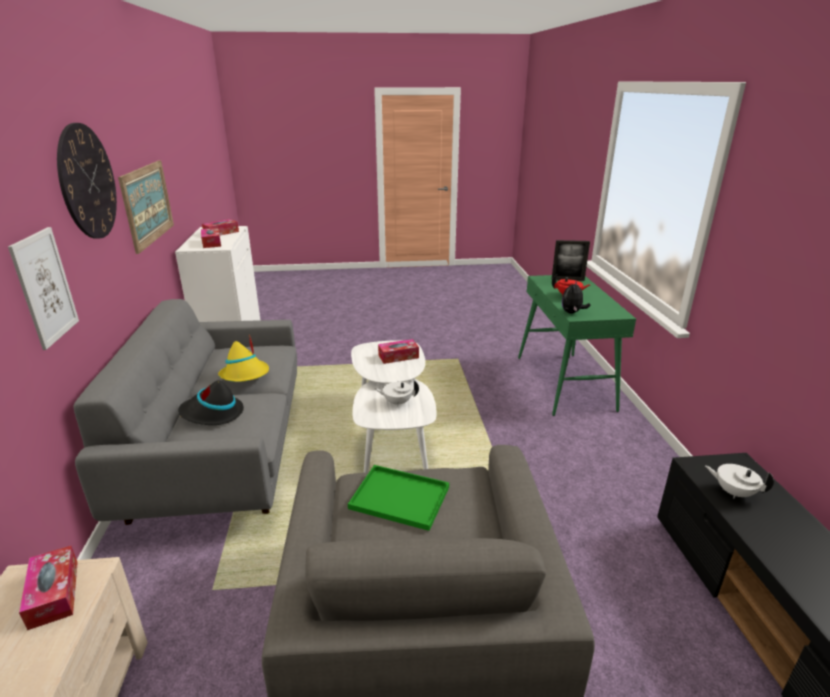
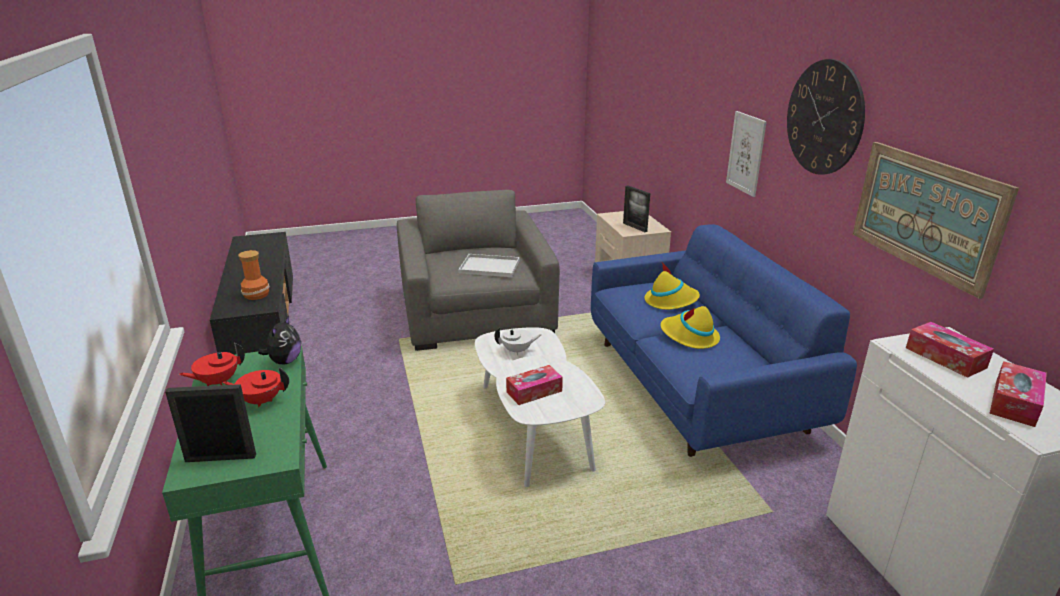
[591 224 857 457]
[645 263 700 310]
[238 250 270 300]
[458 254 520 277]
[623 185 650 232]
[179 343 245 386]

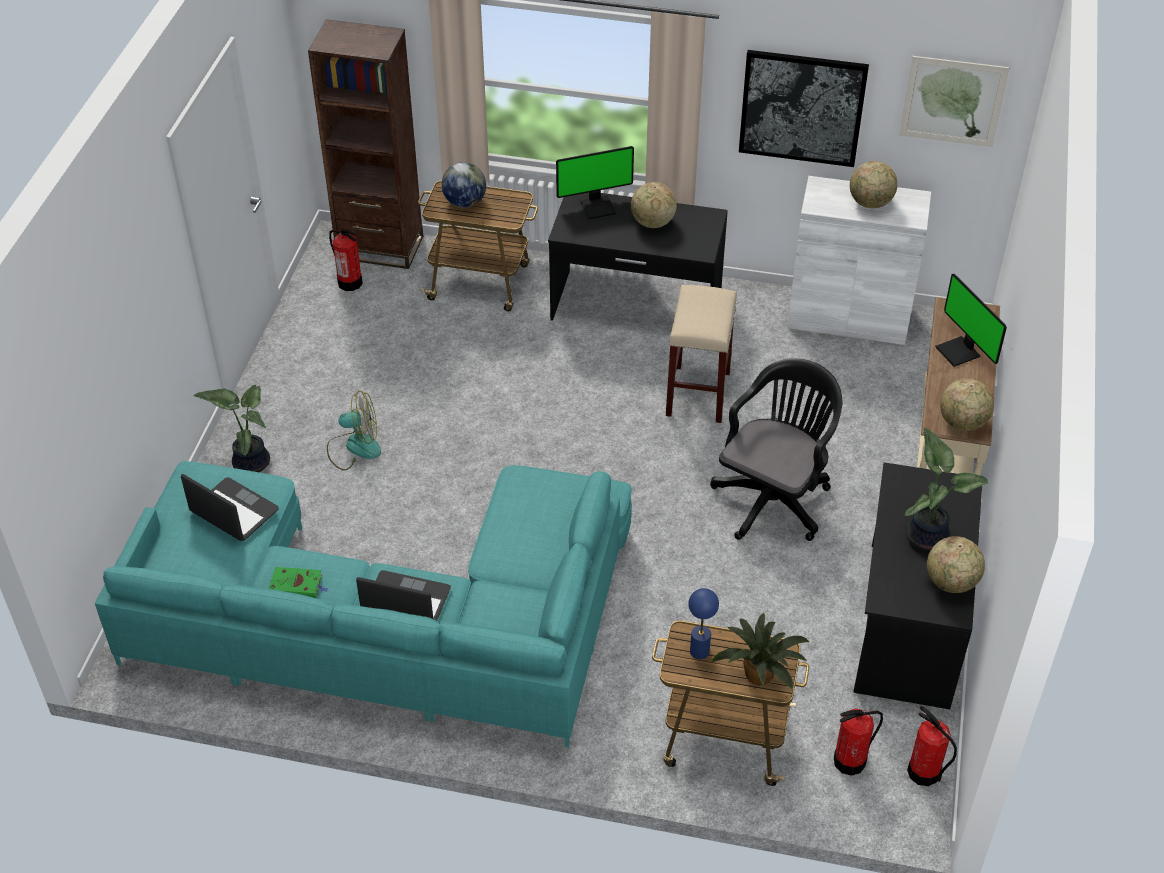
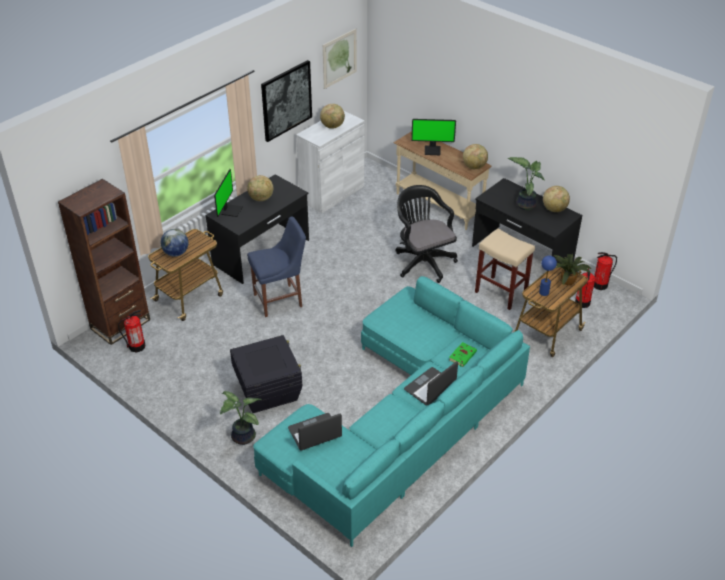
[475 229 535 310]
[230 335 302 413]
[449 342 477 367]
[247 217 306 317]

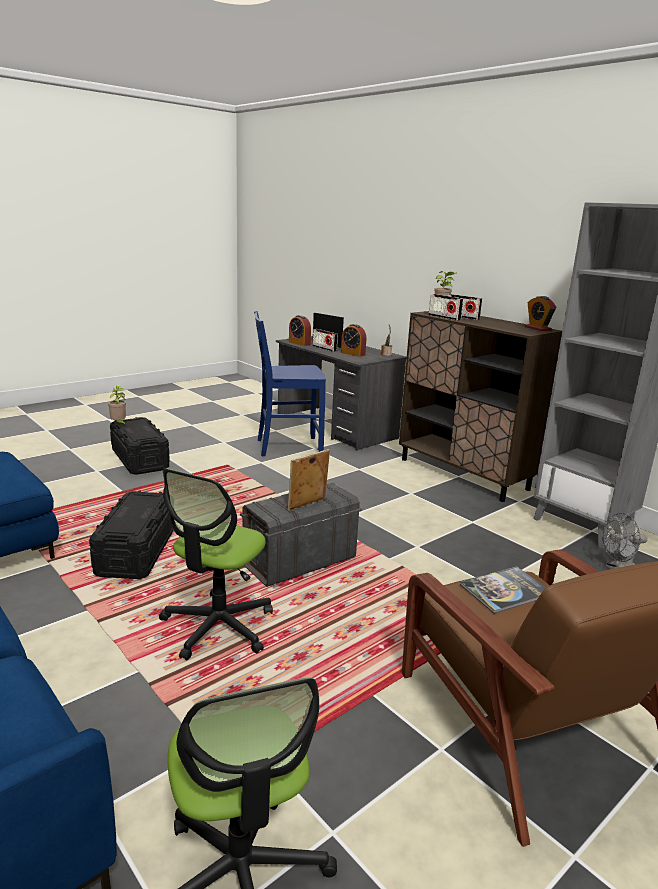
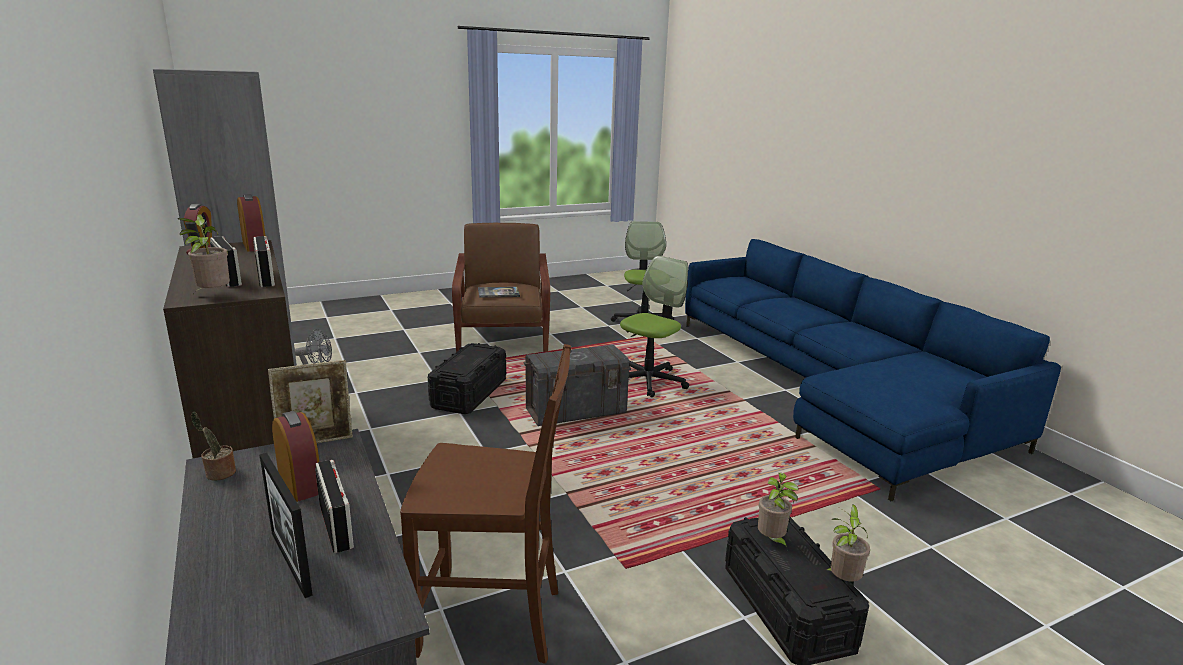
[400 344 571 663]
[237 194 265 252]
[268 360 353 443]
[428 343 506 414]
[758 473 798 551]

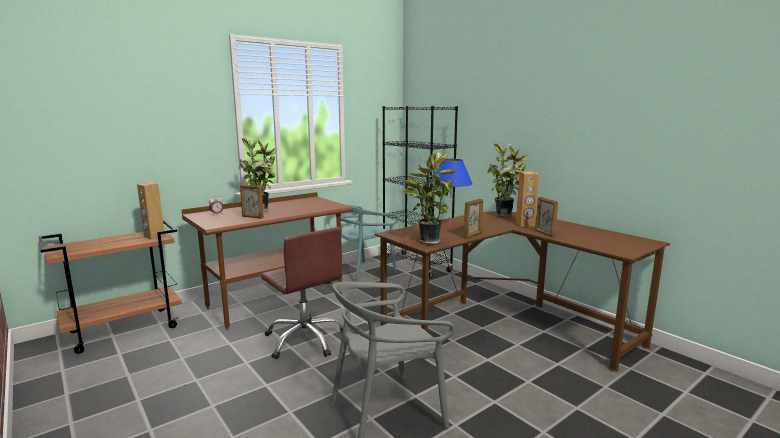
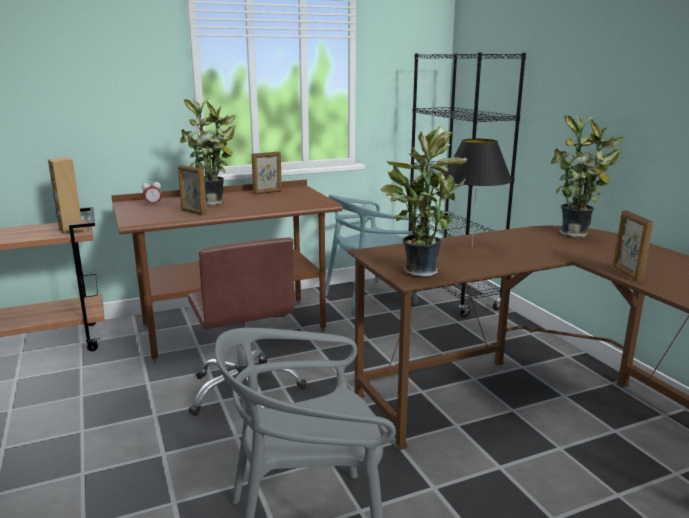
[444 139 512 246]
[516 172 539 227] (first image)
[252 152 282 194]

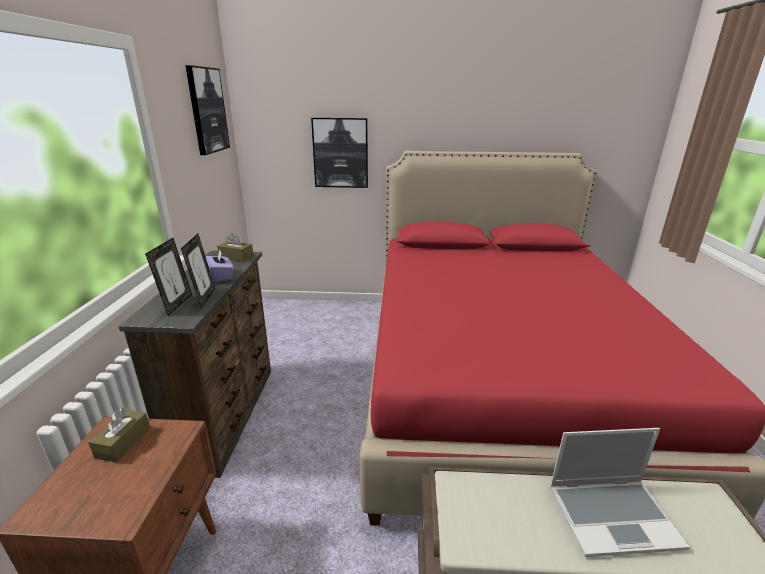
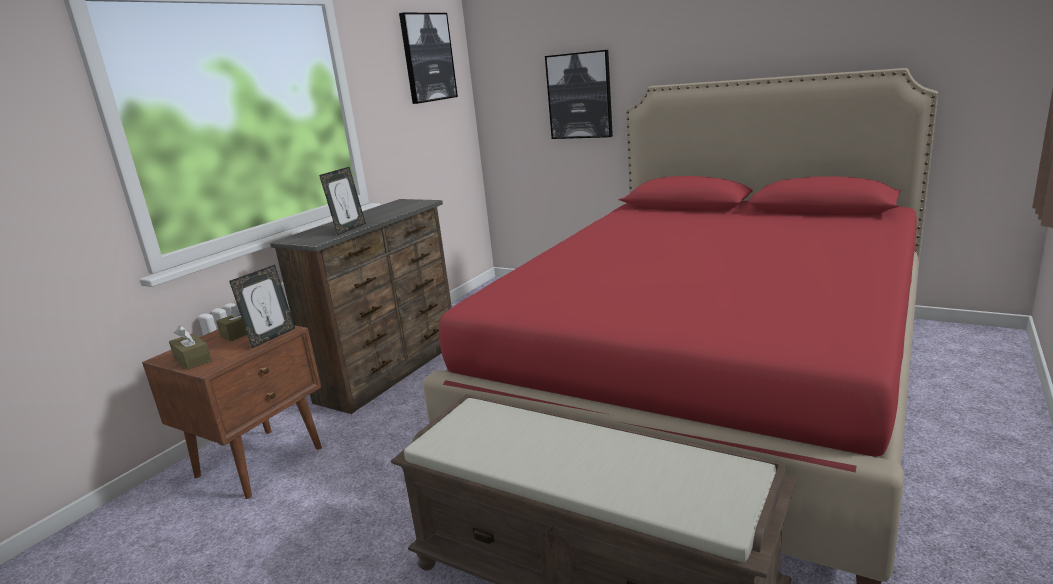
[169 325 212 370]
[229 265 295 348]
[206 250 234 283] (first image)
[550 428 690 557] (first image)

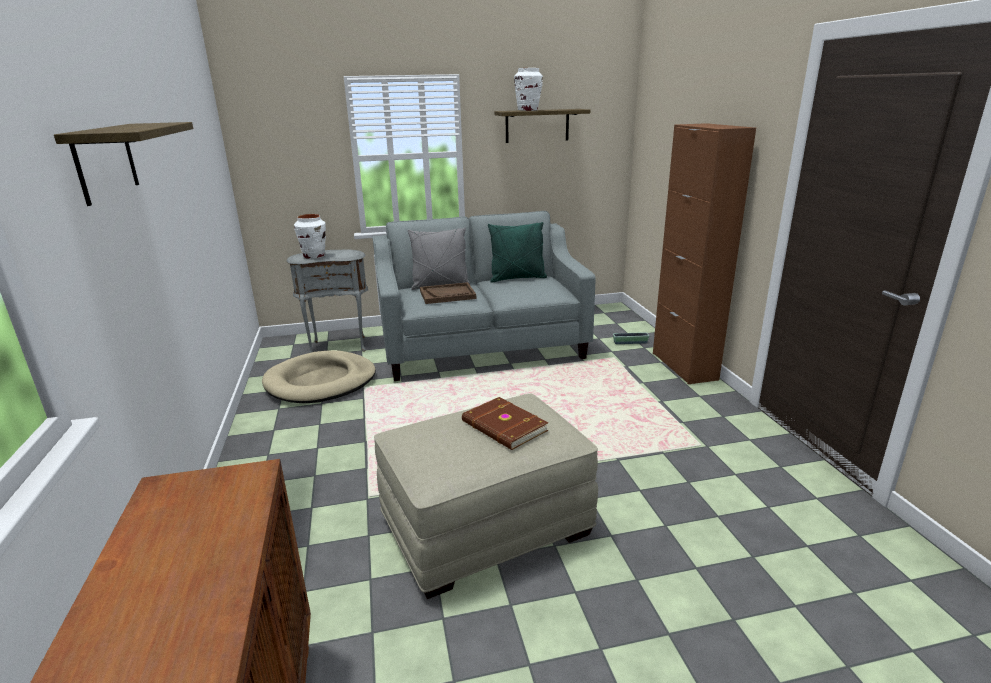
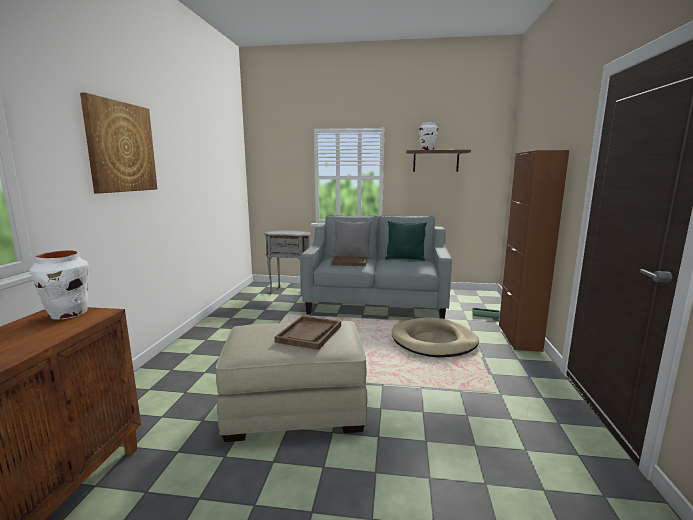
[80 93 157 193]
[29 251 89 320]
[392 317 479 357]
[275 316 341 350]

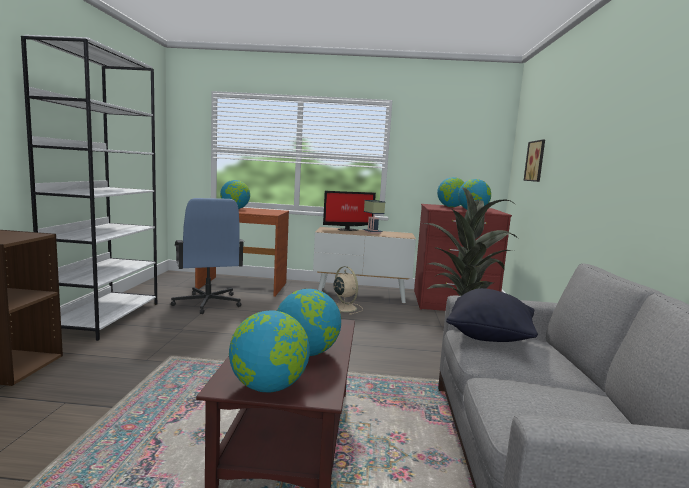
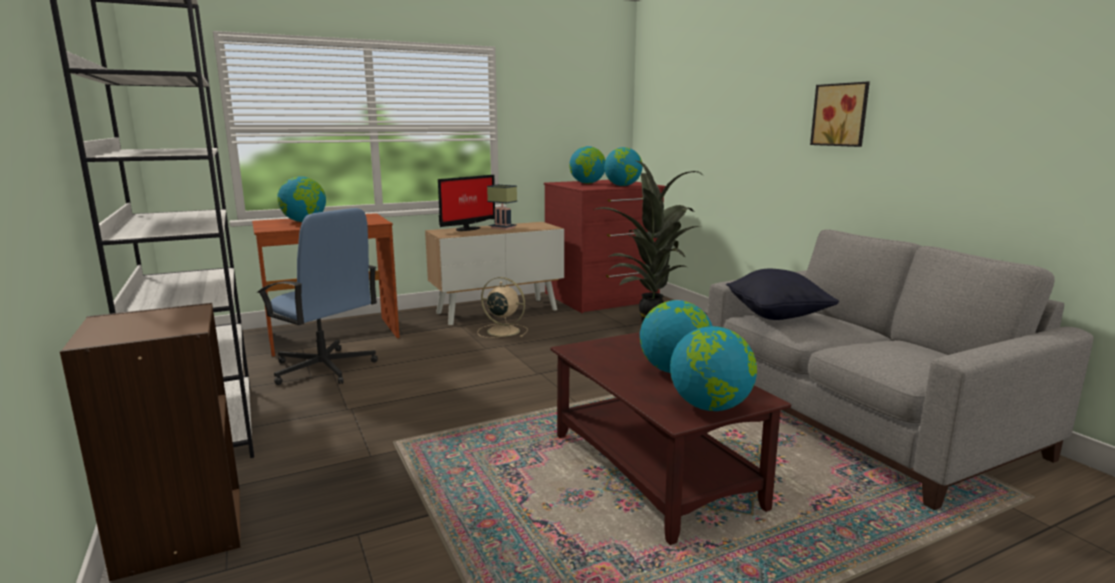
[810 82 870 147]

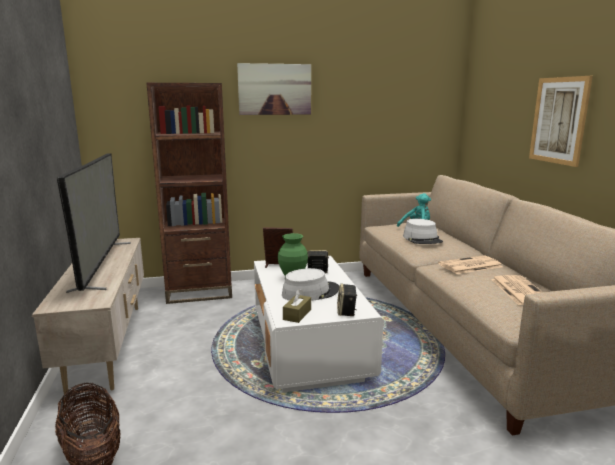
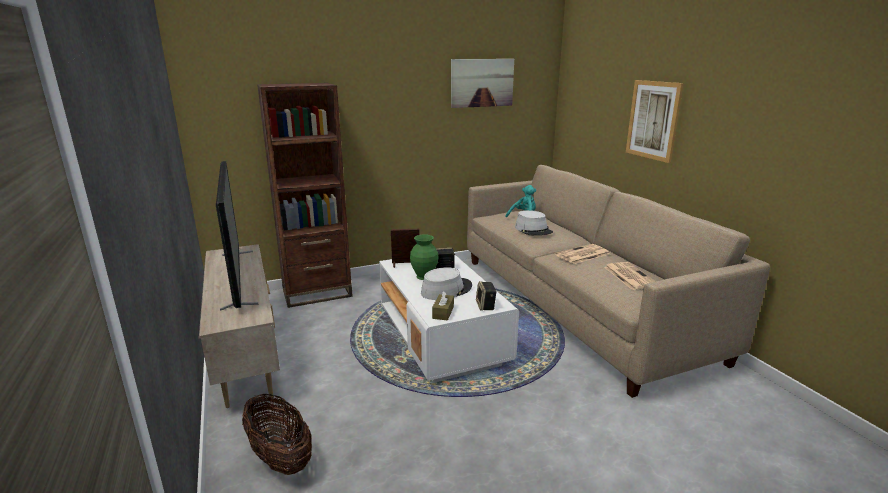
[451 59 514 108]

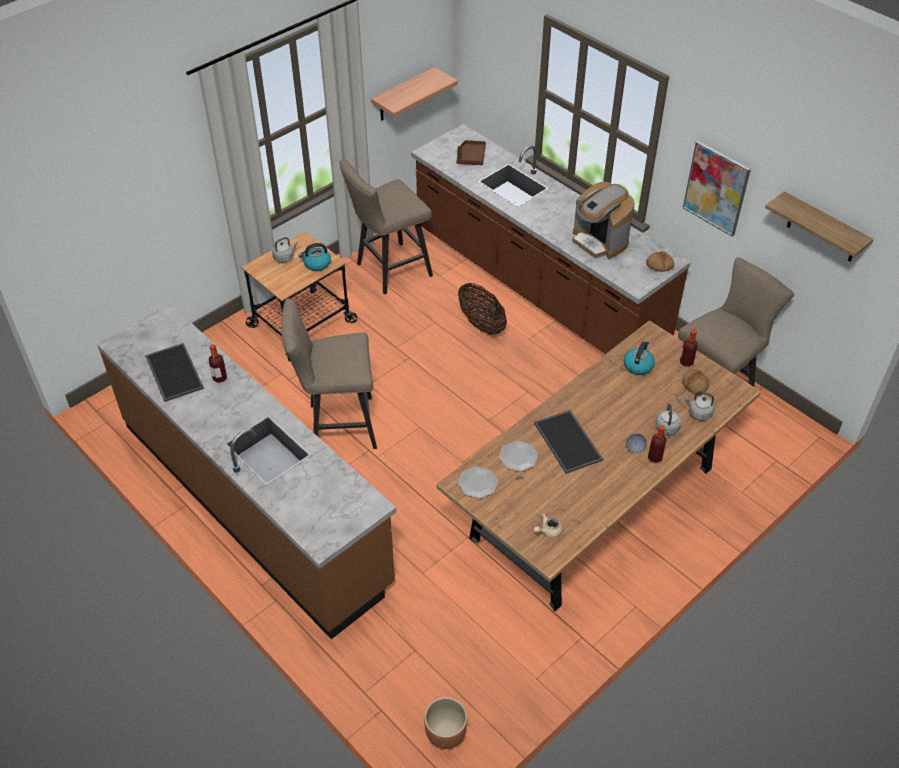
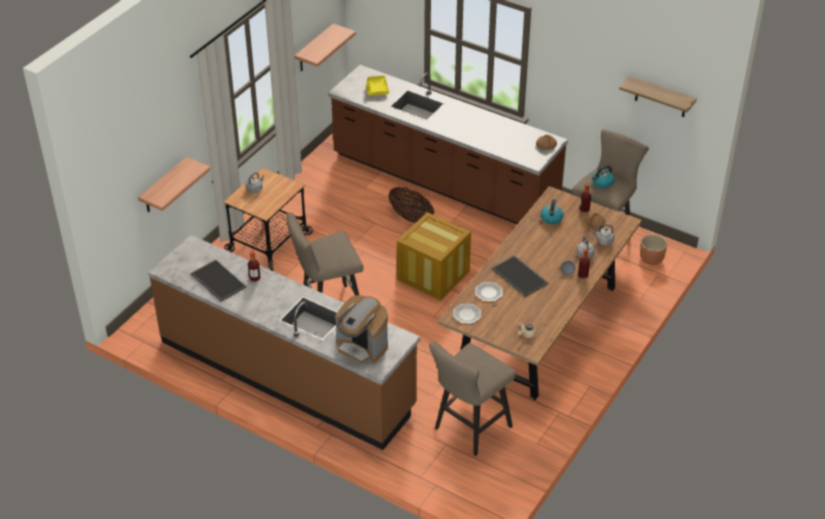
[366 75 389 96]
[683 141 751 237] (first image)
[429 342 516 456]
[335 295 388 365]
[592 165 614 188]
[640 234 667 265]
[138 157 211 213]
[397 212 471 301]

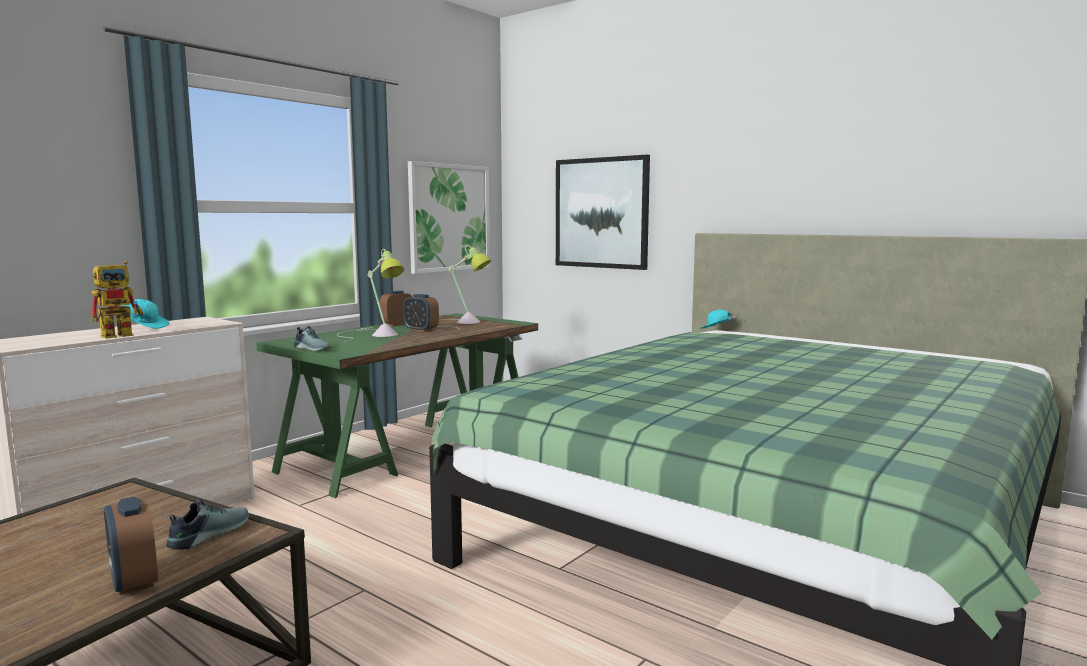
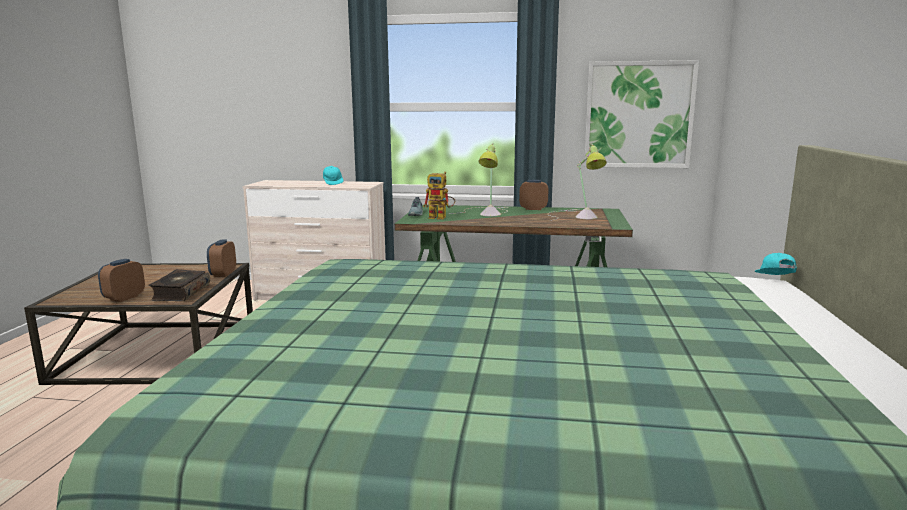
[556 155 650 270] (first image)
[423 172 455 219]
[207 239 236 277]
[149 269 210 301]

